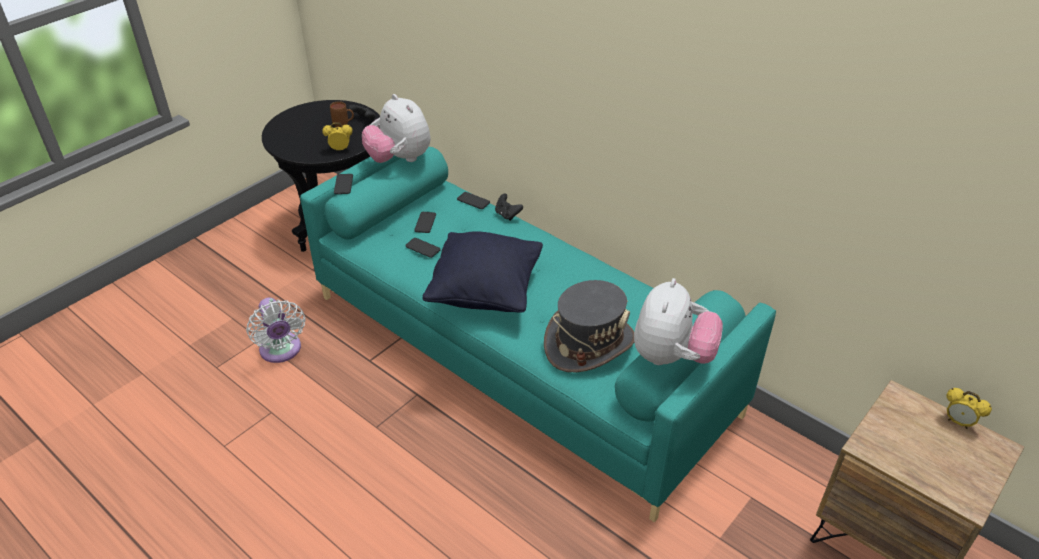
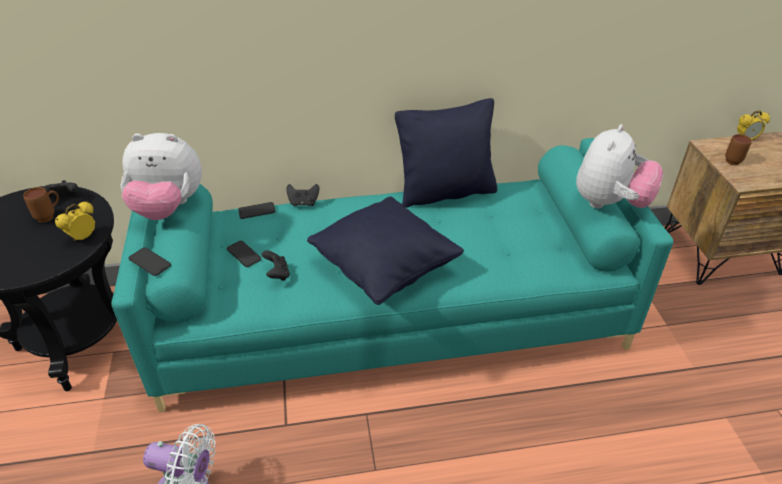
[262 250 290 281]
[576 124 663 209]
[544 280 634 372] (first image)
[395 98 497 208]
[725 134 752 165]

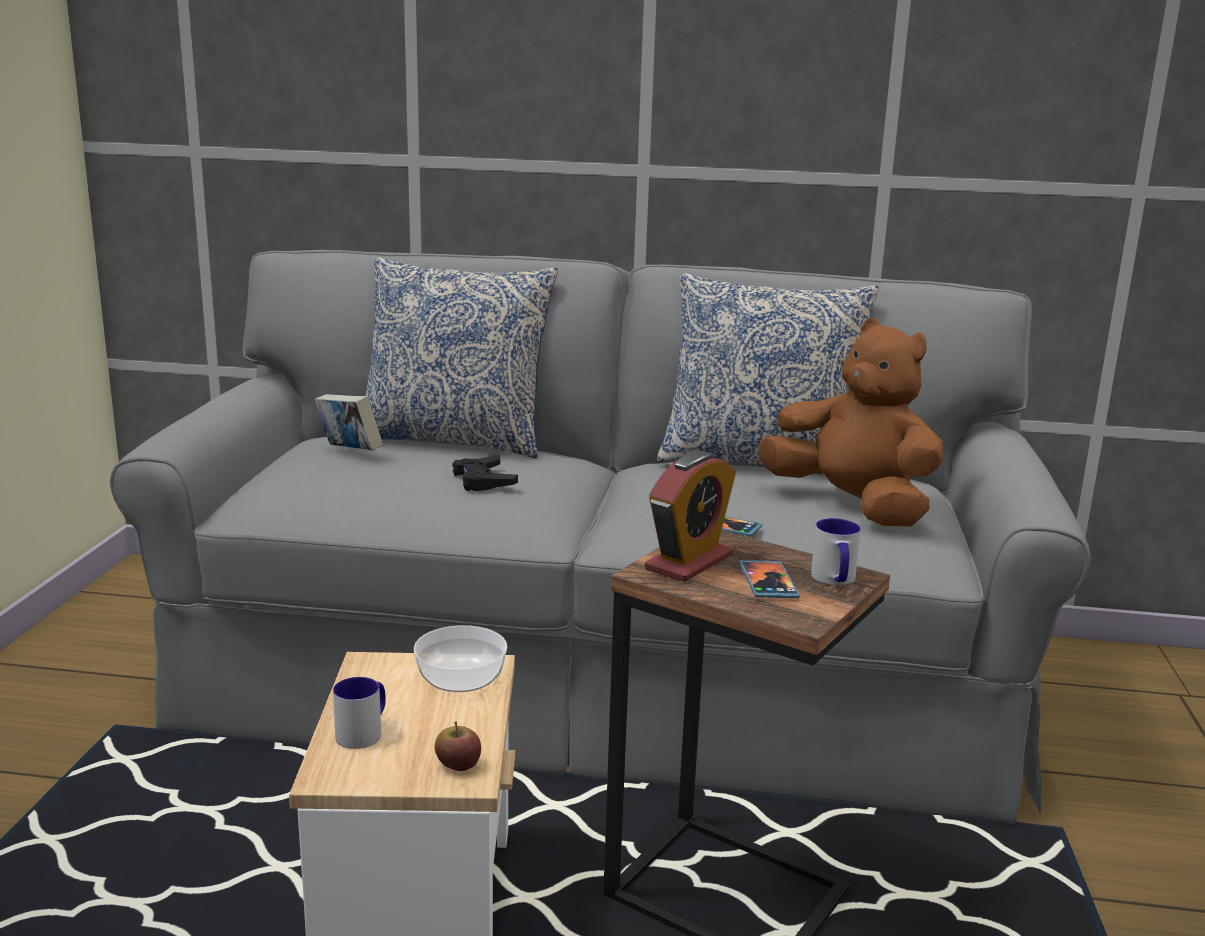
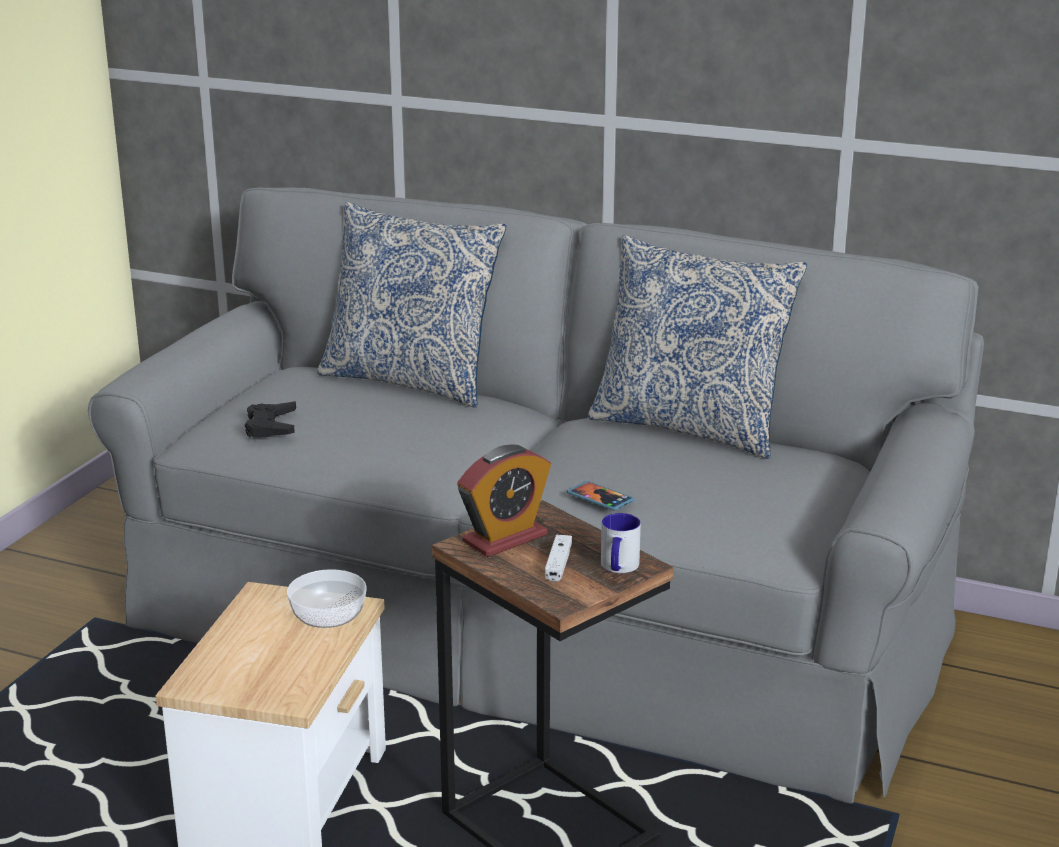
[758 318 944 526] (first image)
[315 394 383 451] (first image)
[245 401 296 438]
[545 535 572 582]
[333 677 386 749] (first image)
[435 722 481 771] (first image)

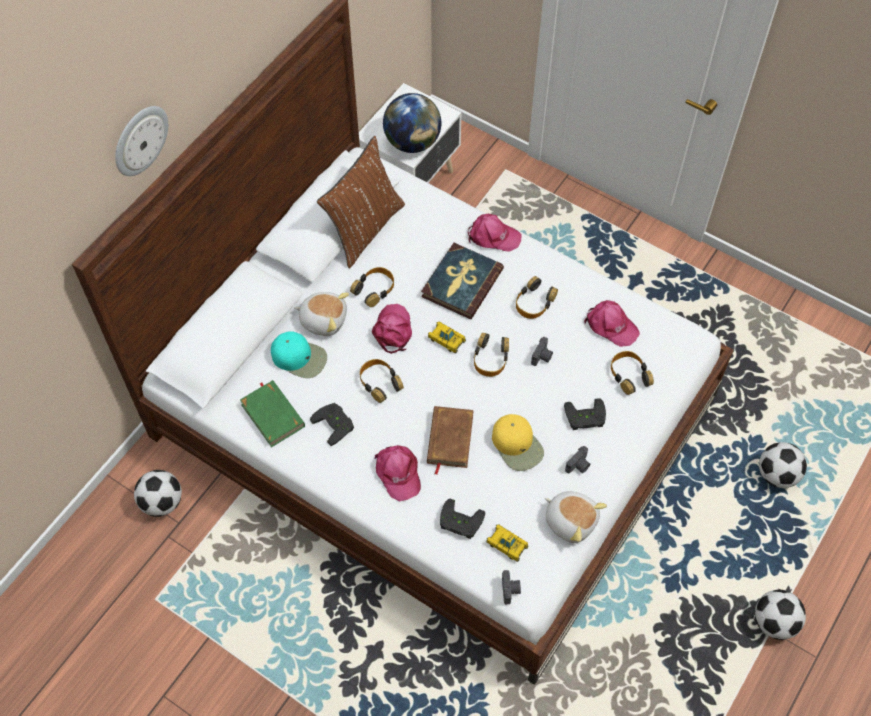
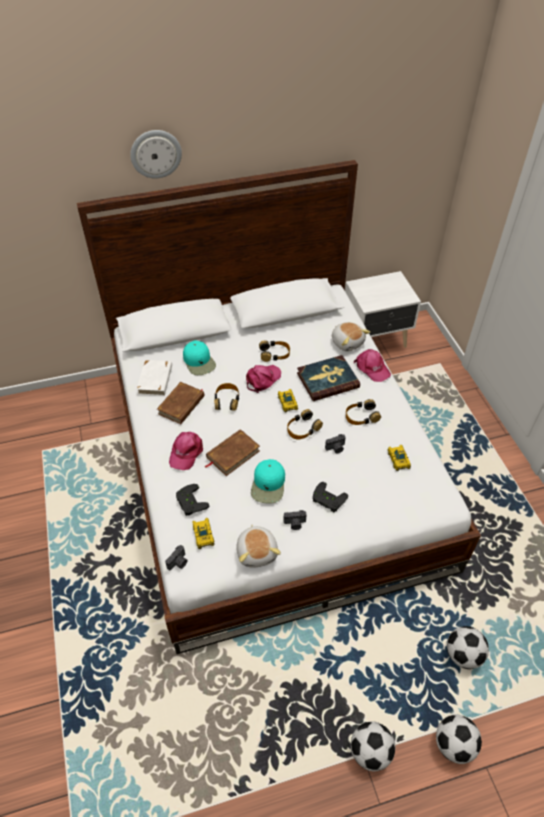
[383 93 441 153] (first image)
[317 136 405 268] (first image)
[332 322 370 351]
[388 445 411 471]
[611 351 654 395] (first image)
[136 360 172 396]
[157 382 204 424]
[251 459 285 504]
[436 715 482 764]

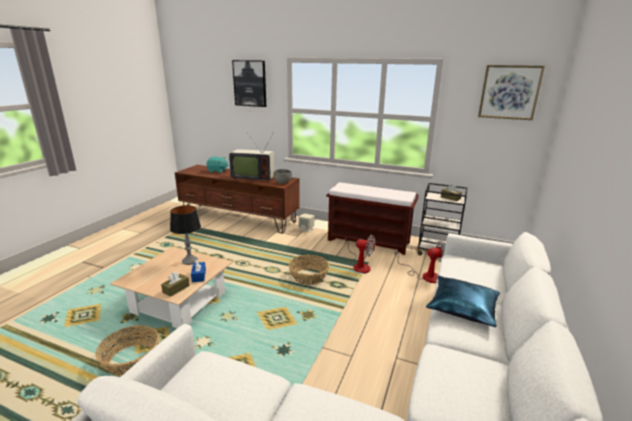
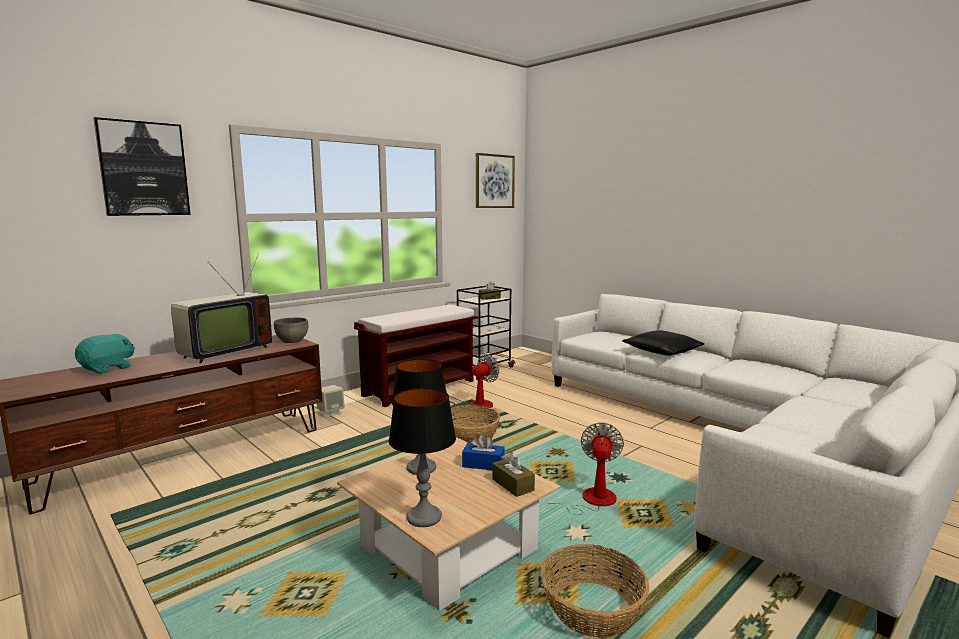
[548 422 624 515]
[622 330 704 356]
[389 388 456 527]

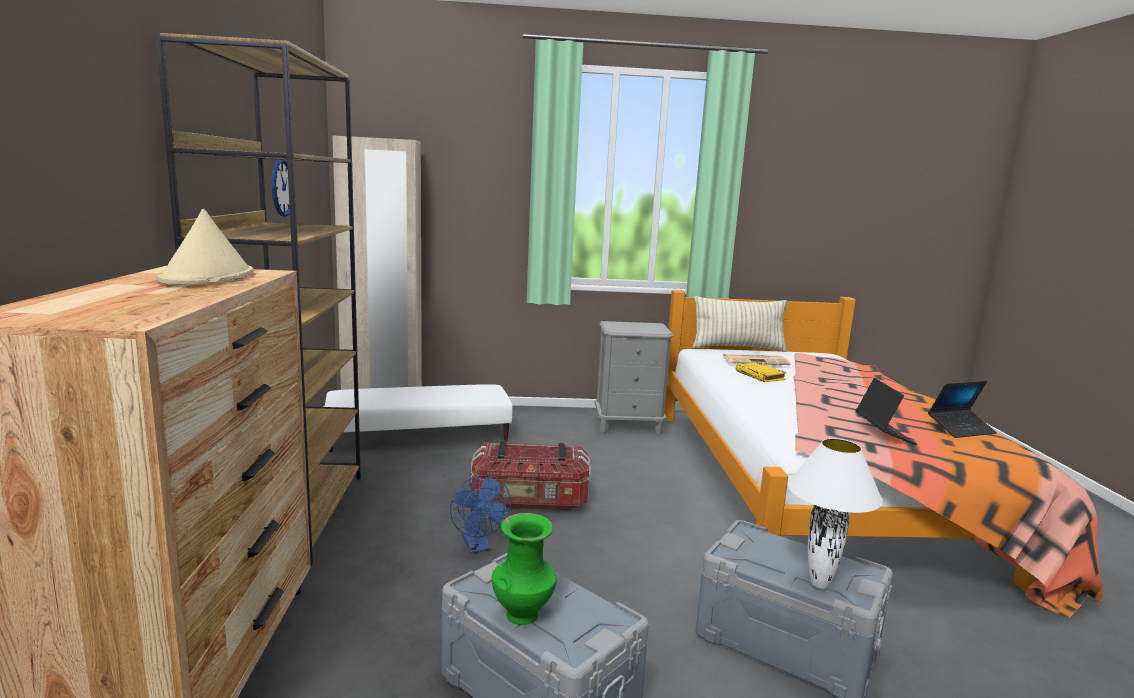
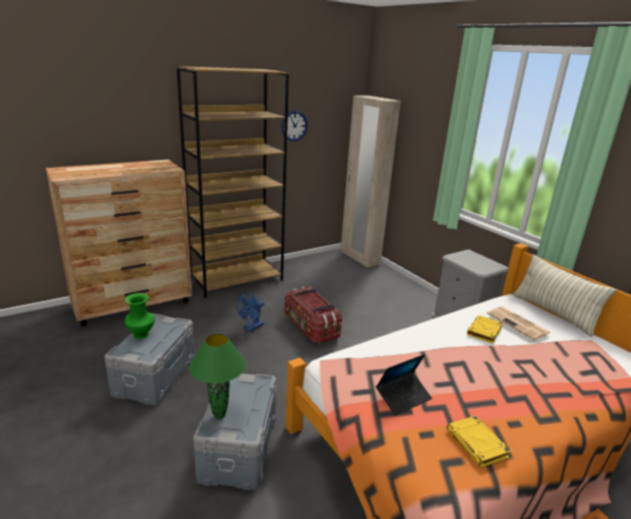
[157 209 254 285] (first image)
[447 416 511 468]
[325 384 512 452] (first image)
[189 334 245 419]

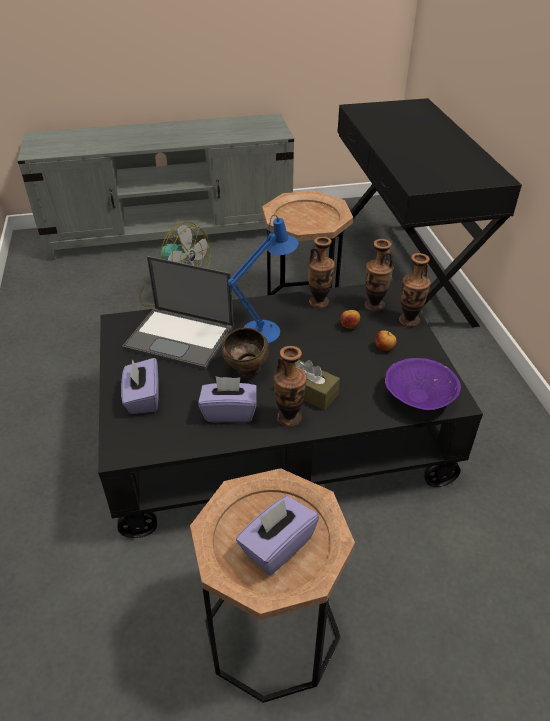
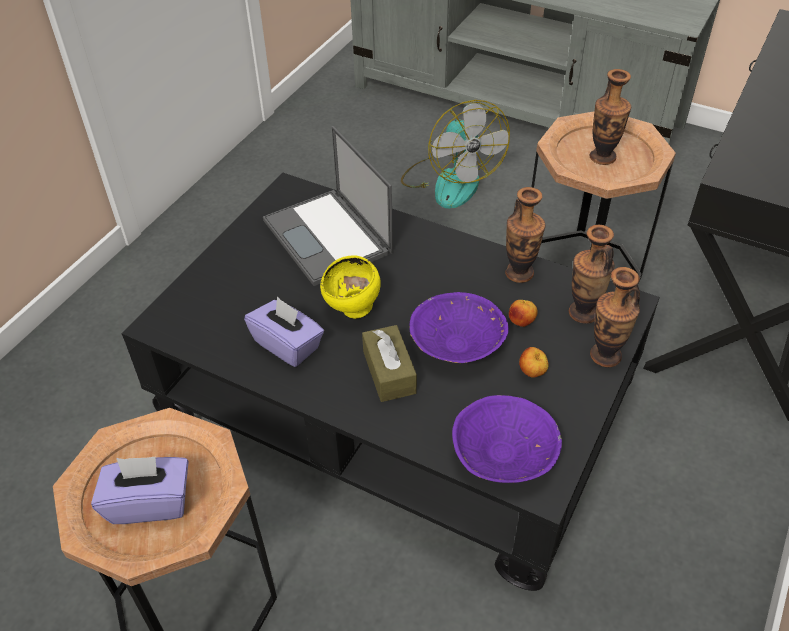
[228 215 298 344] (first image)
[320 255 381 319]
[590 69 631 165]
[121 358 159 414] (first image)
[410 292 509 363]

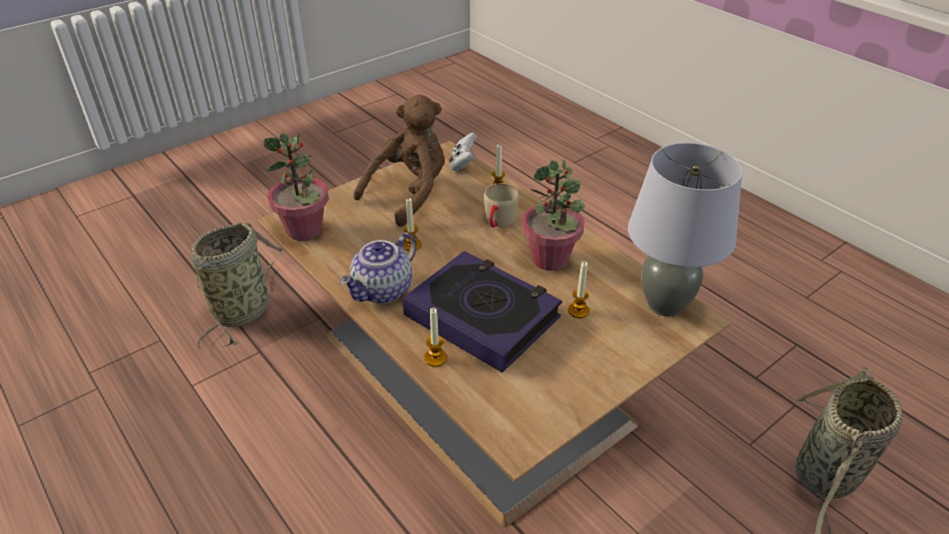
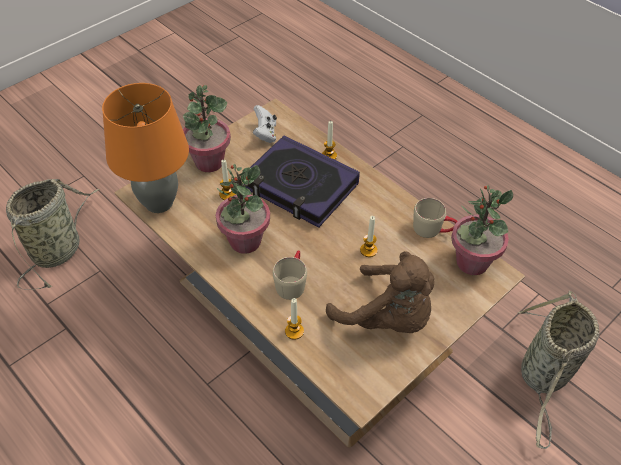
[326 251 434 333]
[253 105 277 143]
[102 83 189 213]
[340 232 417 304] (first image)
[183 85 231 172]
[413 198 457 238]

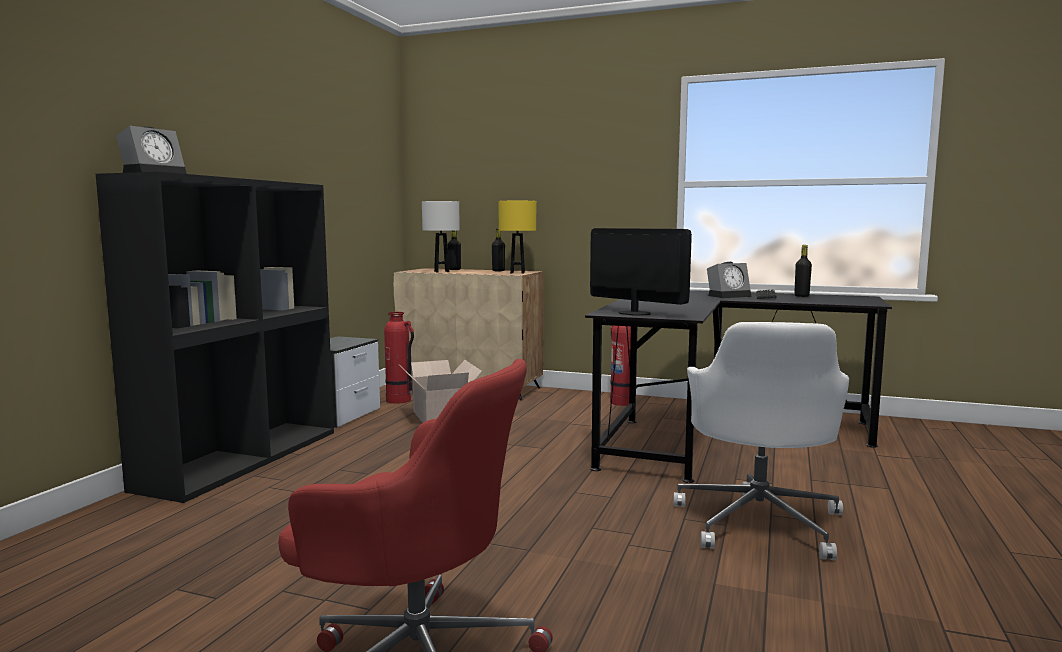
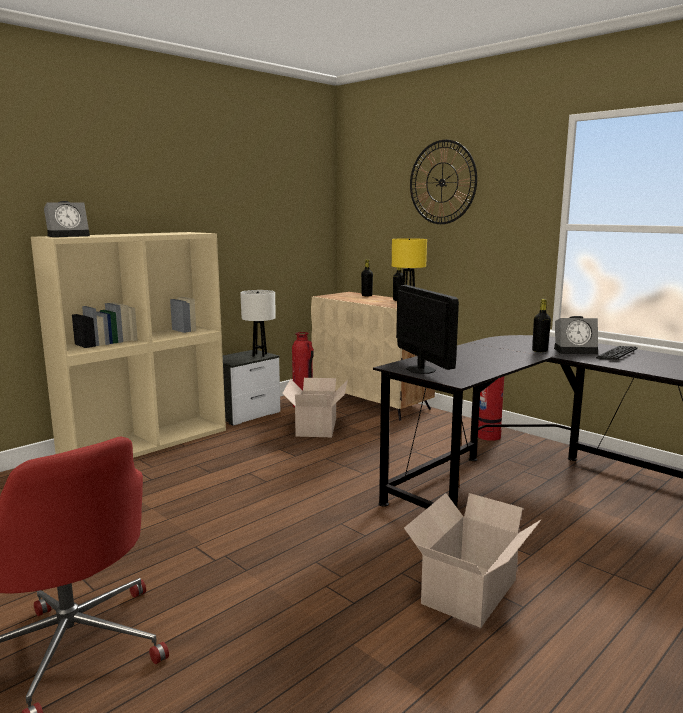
[31 232 226 458]
[240 290 276 357]
[532 299 551 352]
[404 493 541 628]
[410 140 477 224]

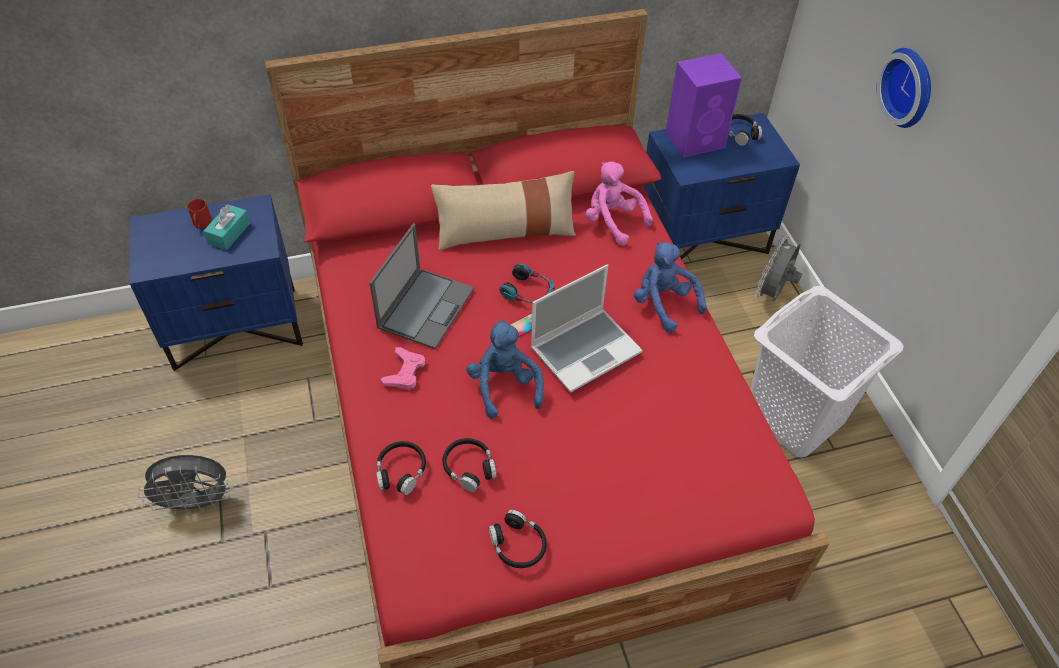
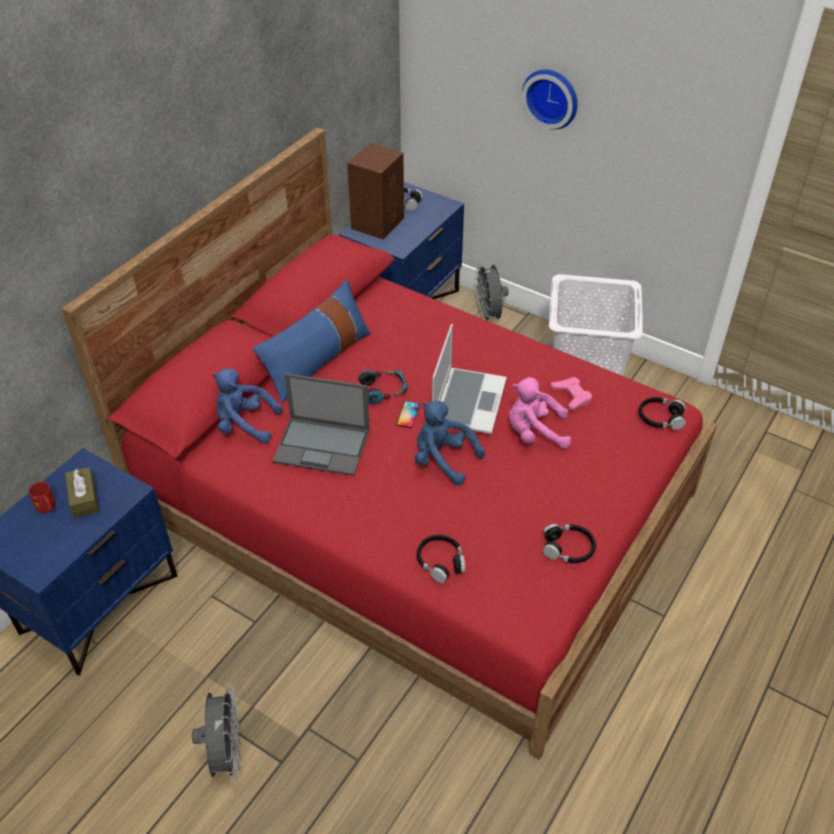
[347 143 404 239]
[509 377 571 449]
[253 279 371 403]
[65 467 99 518]
[273 373 370 476]
[213 368 282 444]
[550 377 592 410]
[639 397 686 430]
[192 684 241 782]

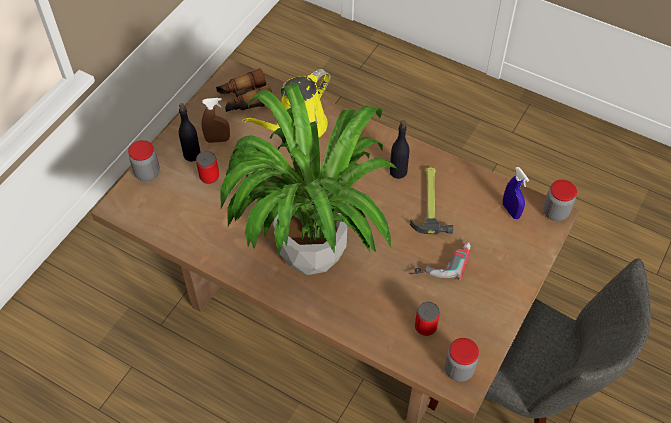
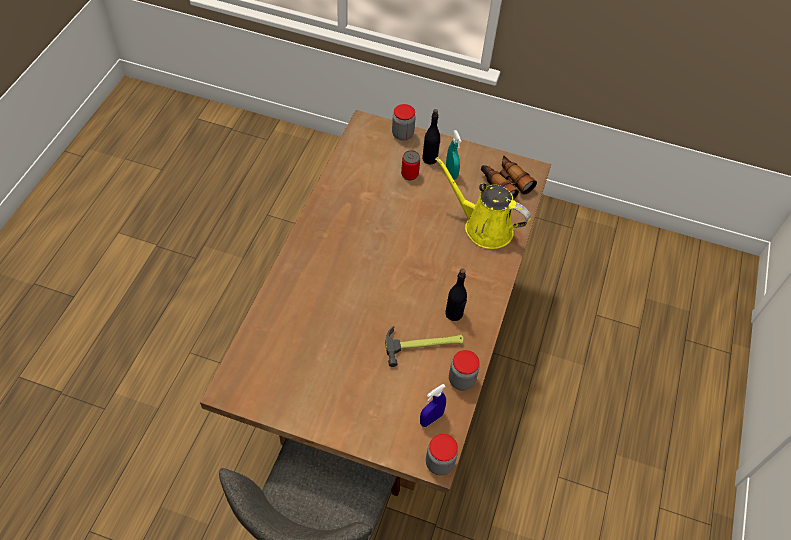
[220 82 400 275] (first image)
[446 130 462 179]
[409 242 471 280] (first image)
[415 302 440 336] (first image)
[449 350 480 391]

